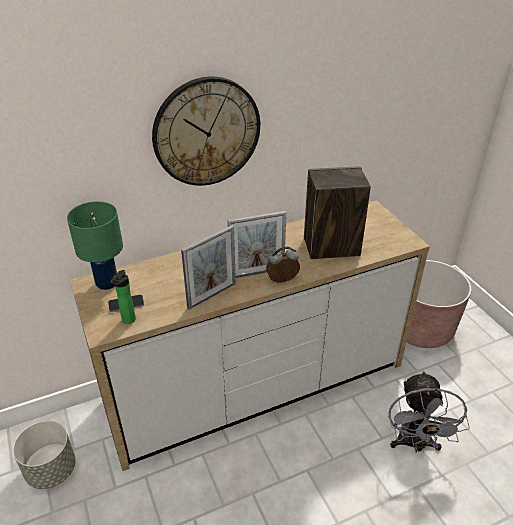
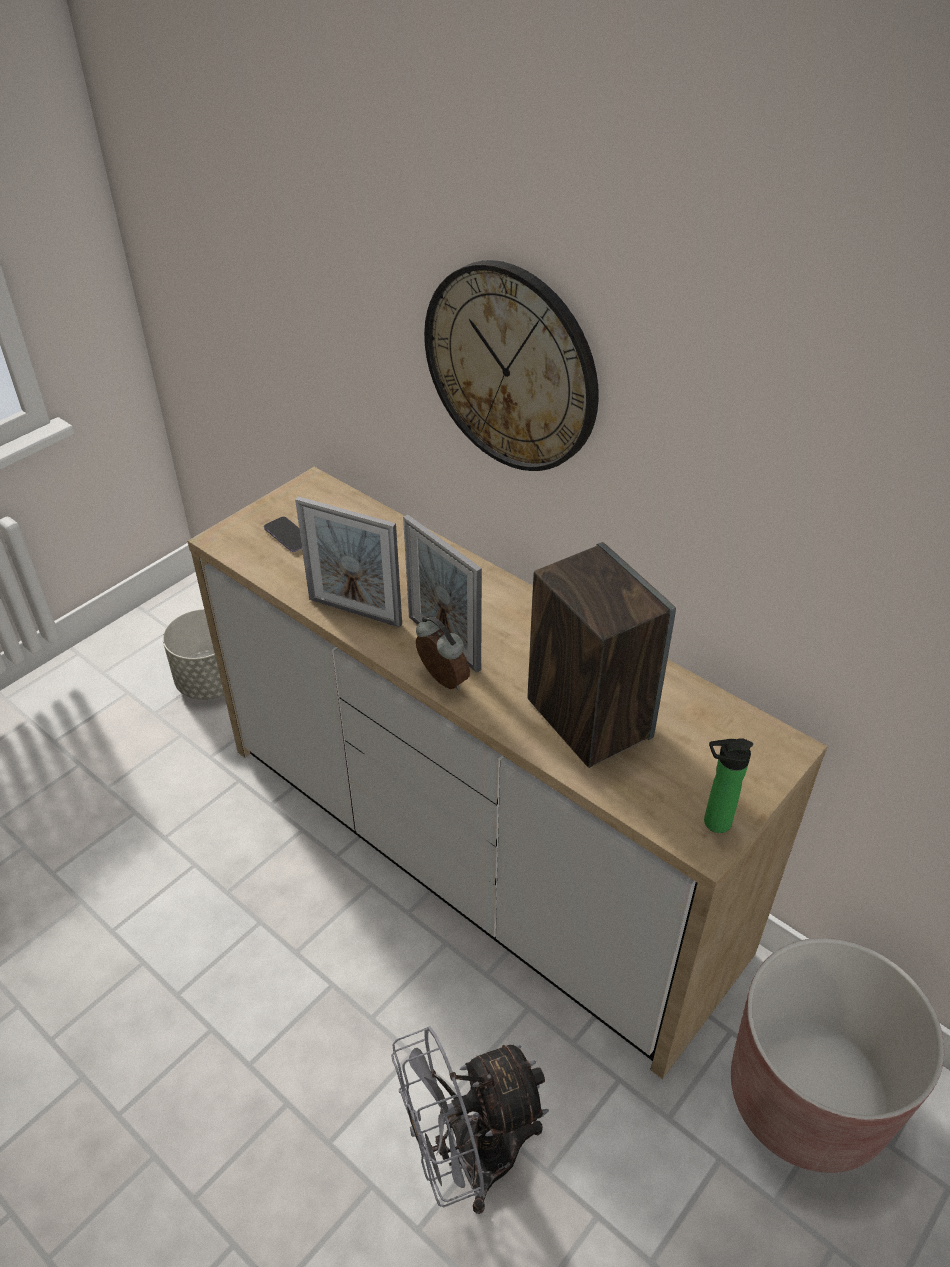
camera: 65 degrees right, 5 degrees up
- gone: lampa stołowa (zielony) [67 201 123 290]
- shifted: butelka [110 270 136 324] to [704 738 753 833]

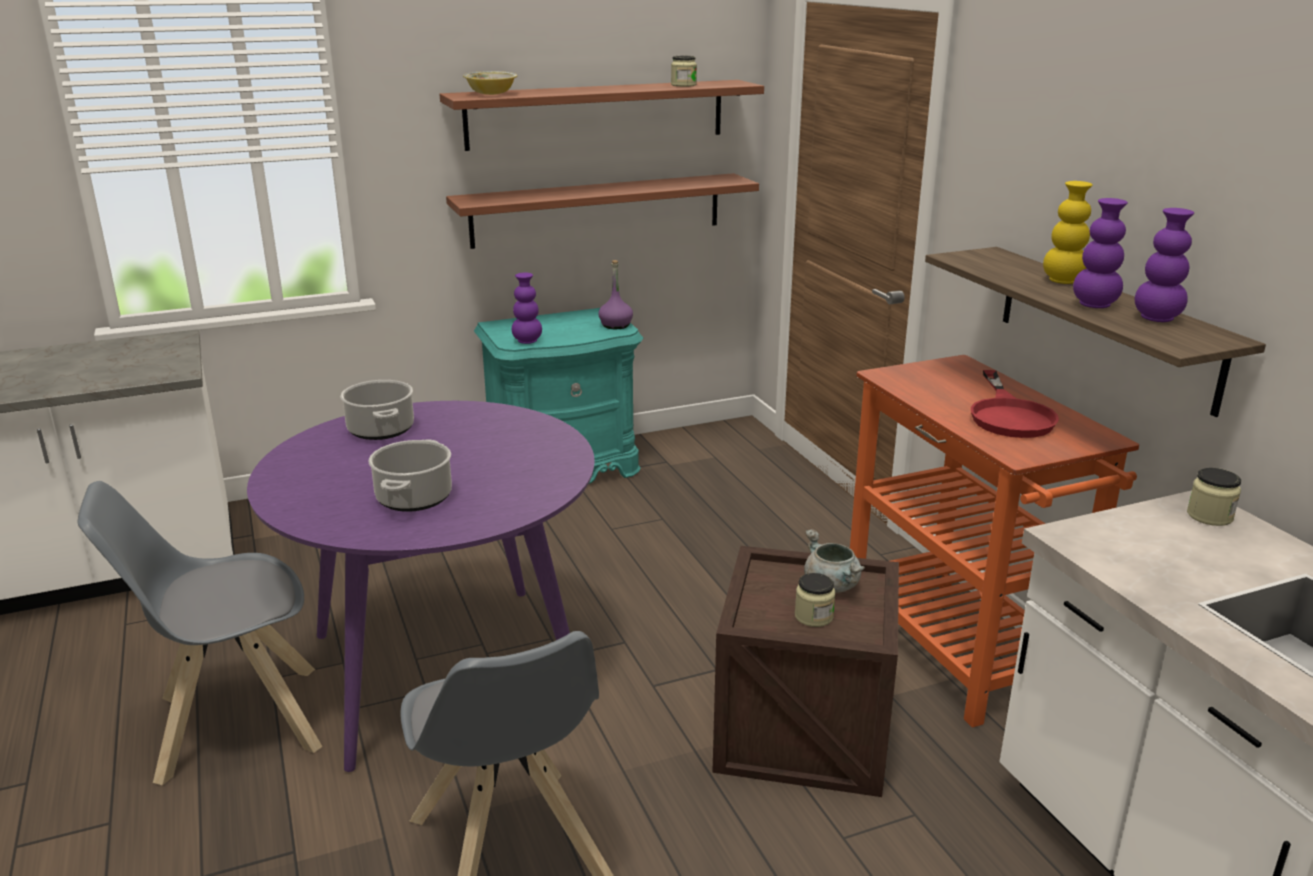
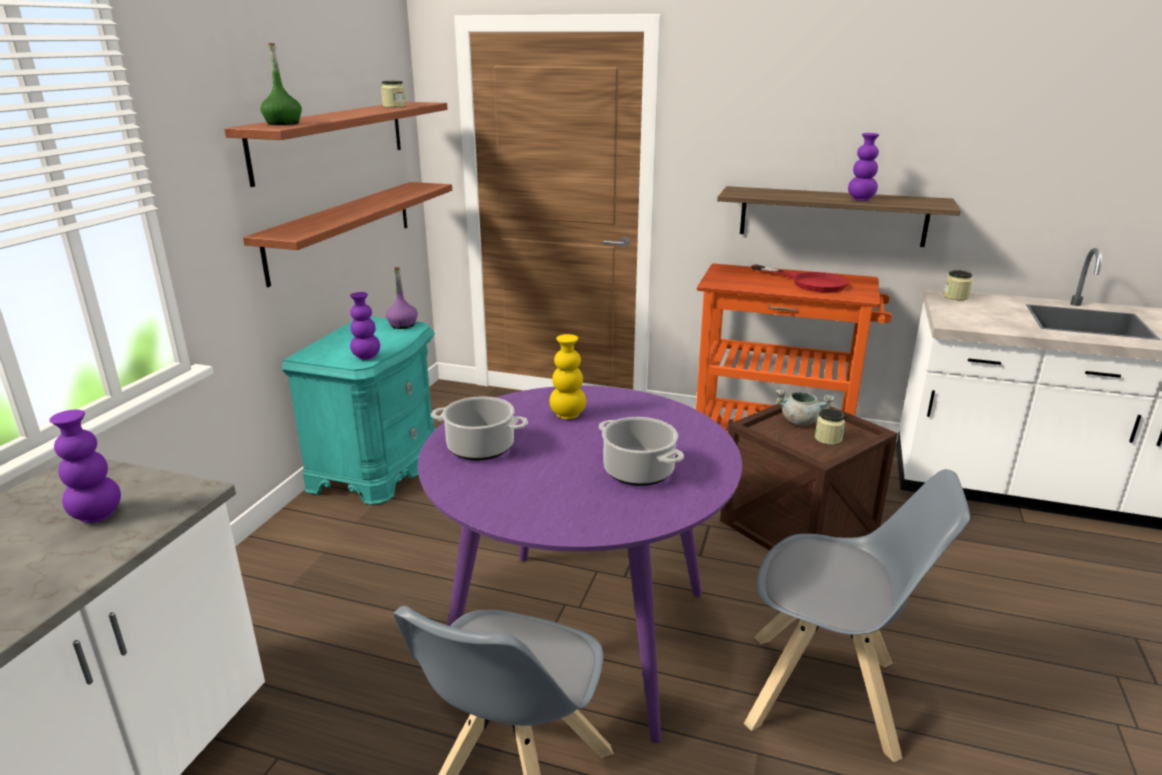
camera: 50 degrees left, 0 degrees up
- swapped: miska [463 71 517 95] to butelka (zielony) [260 43 302 125]
- shifted: wazon (żółty) [1043 181 1093 284] to [549 334 586 419]
- shifted: wazon (fioletowy) [1135 208 1194 322] to [49 410 121 523]

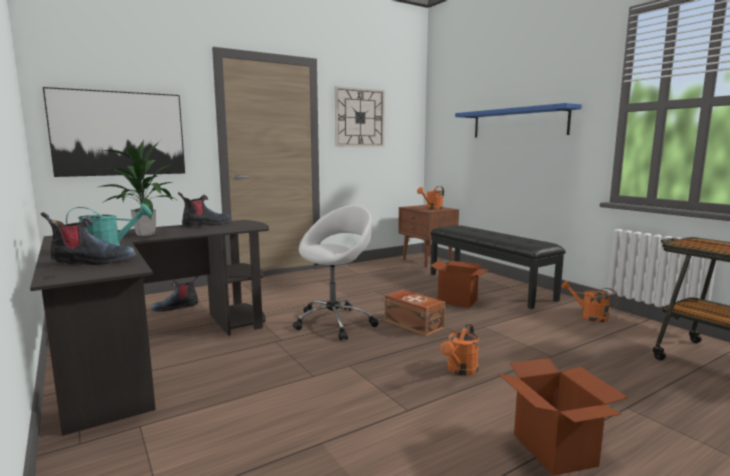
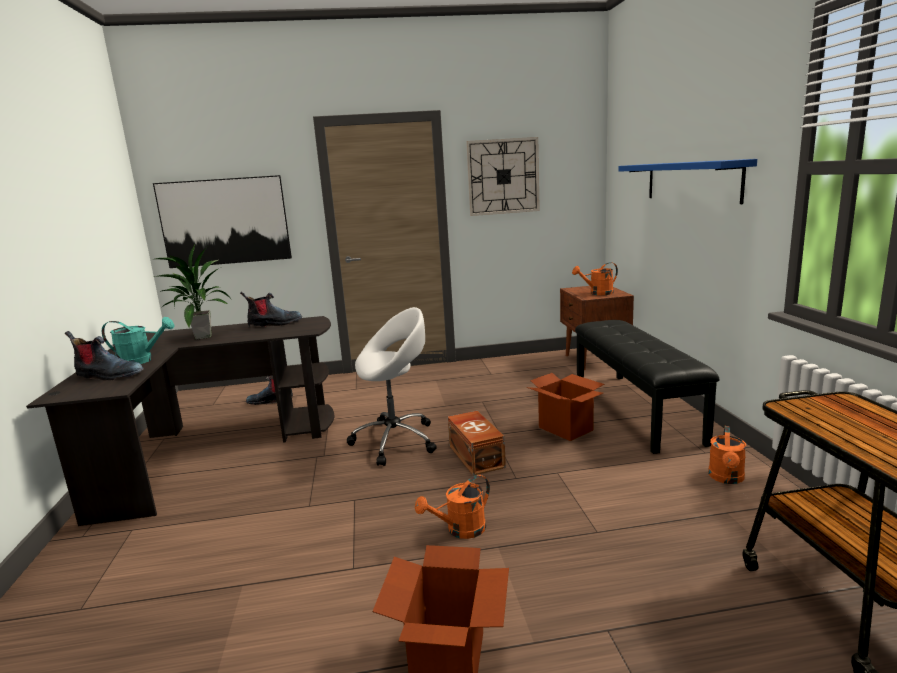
camera: 25 degrees right, 5 degrees up
- rotated: konewka (pomarańczowy) [561 280 618 322] = [708 426 746 484] 135 degrees counterclockwise

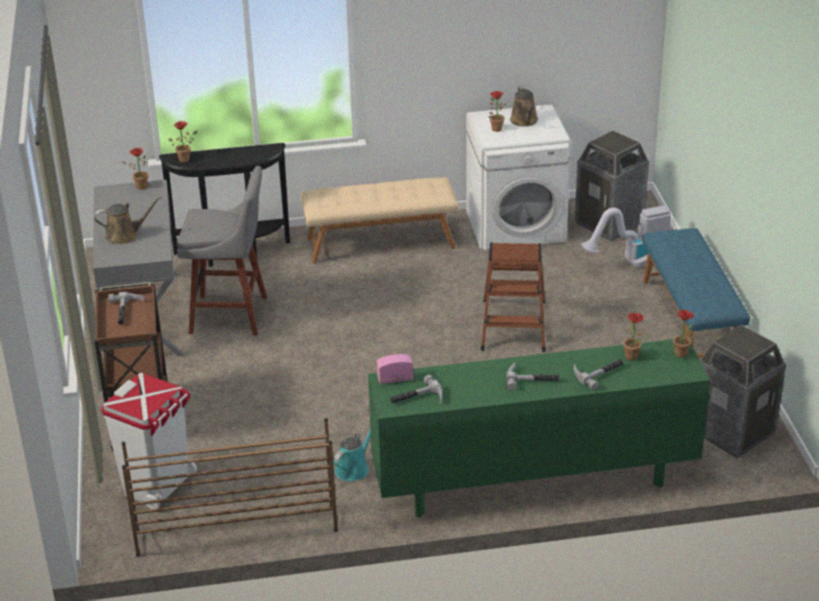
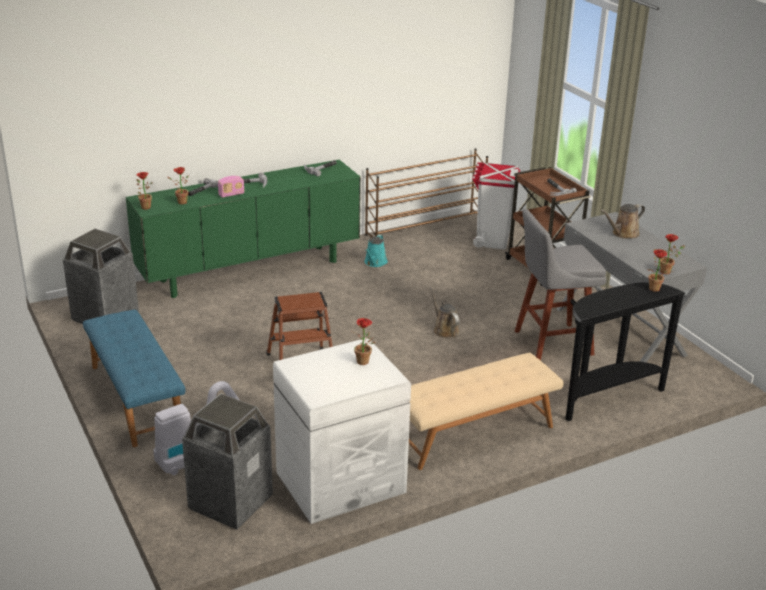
camera: 160 degrees right, 5 degrees down
- shifted: radio [377 354 414 384] to [218 176 244 198]
- shifted: konewka (brązowy) [510 86 538 127] to [430 286 459 338]

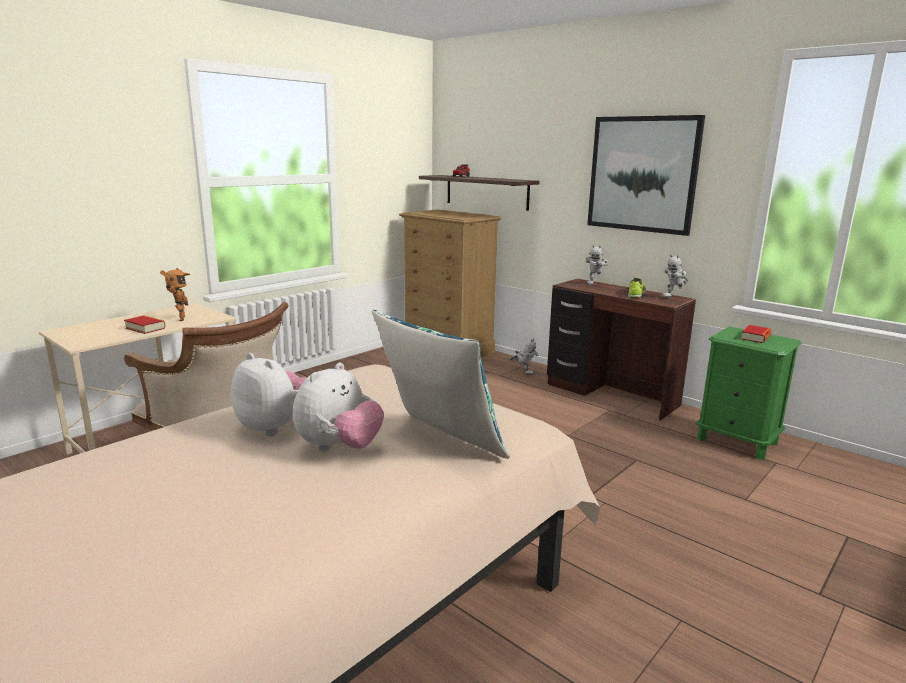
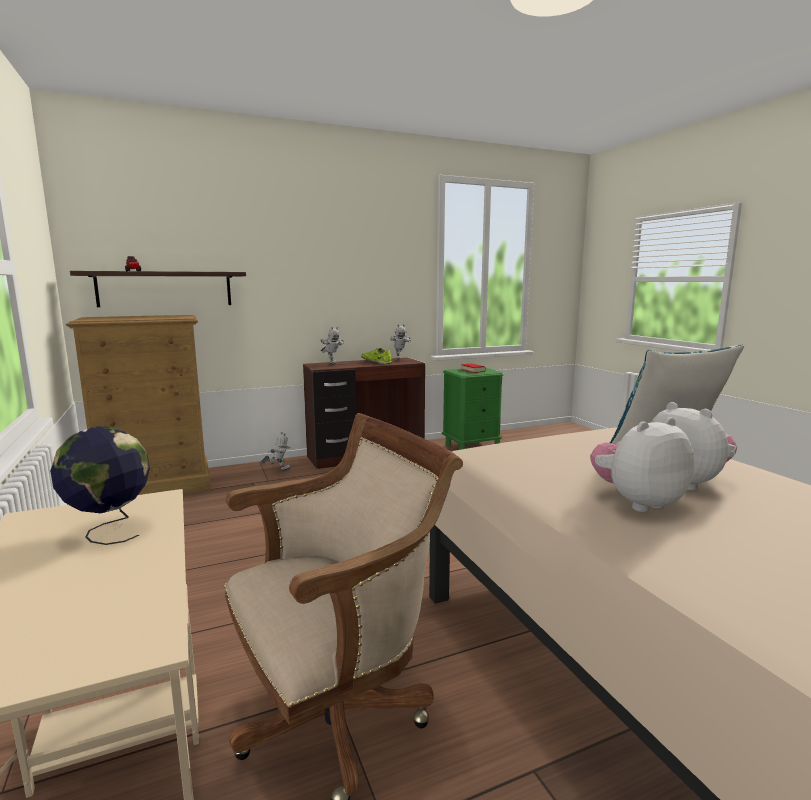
camera: 65 degrees left, 5 degrees down
- gone: książka [124 316 166 334]
- swapped: robot zabawkowy [160 268 190 321] to globus [50 426 150 545]
- gone: obraz [587 115 705 236]

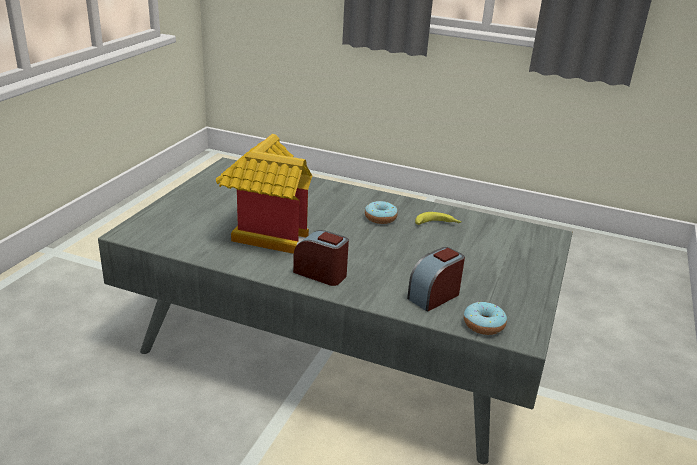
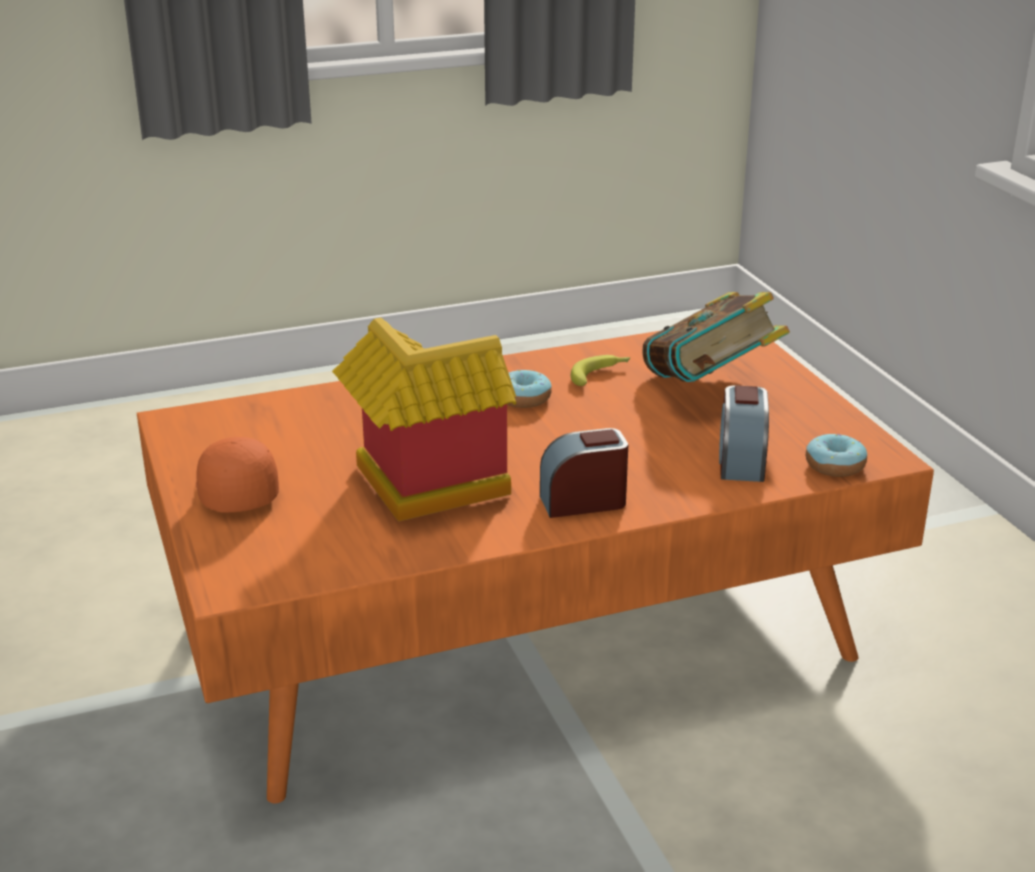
camera: 40 degrees left, 0 degrees up
- repainted: ława (szary) [98 157 573 464] to ława (pomarańczowy) [137 331 934 803]
- new: czapka z daszkiem (pomarańczowy) [196 437 279 513]
- new: książka [642 292 790 382]

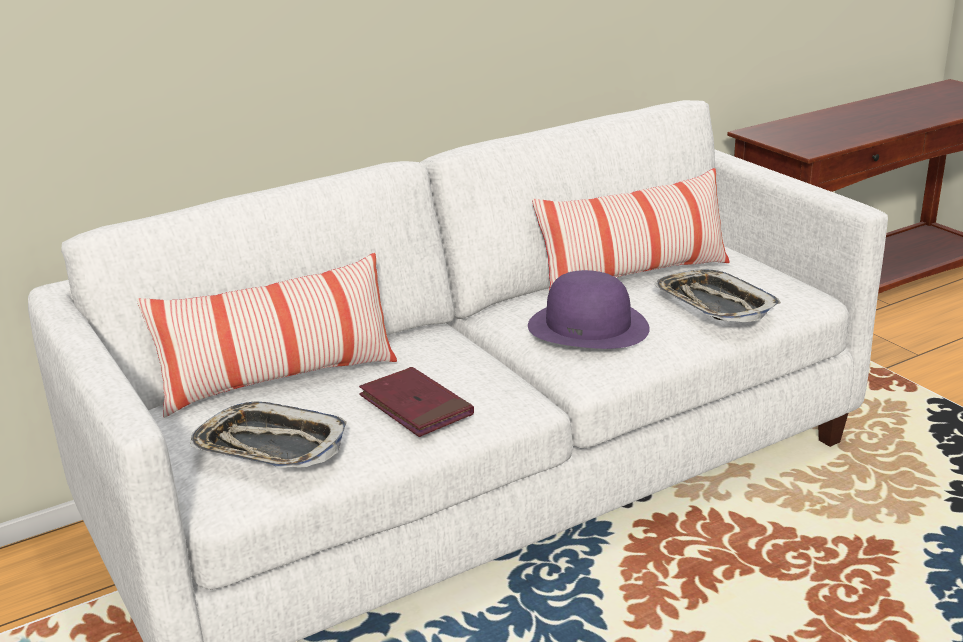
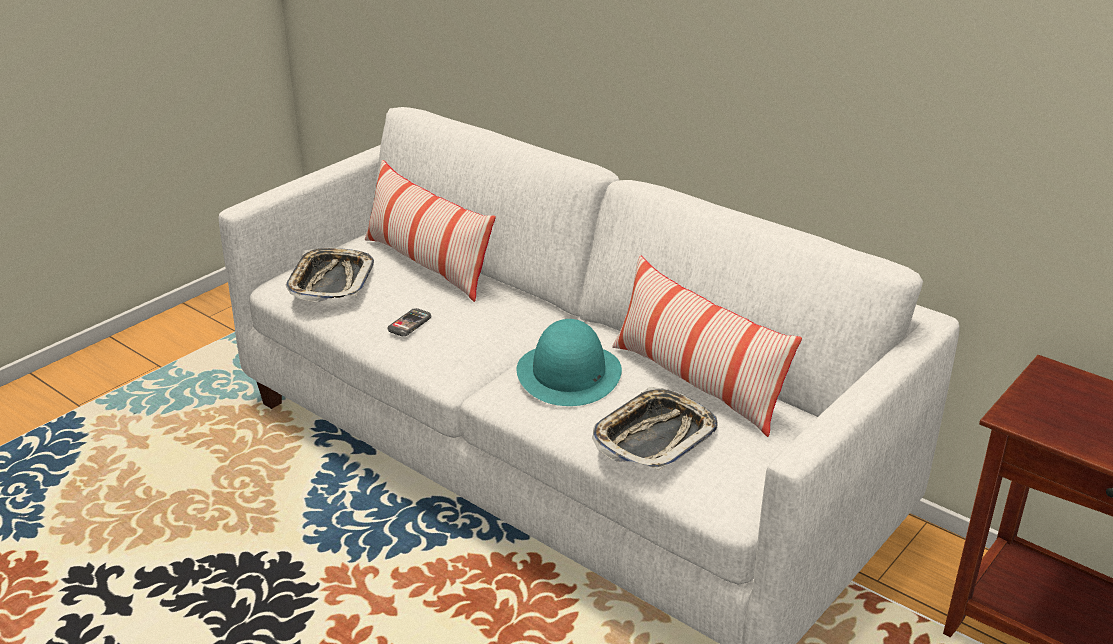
camera: 70 degrees right, 5 degrees up
- swapped: książka (czerwony) [359 367 474 437] to telefon [387 308 432 336]
- repainted: kapelusz (fioletowy) [528 270 650 349] to kapelusz (turkusowy) [517 319 622 406]

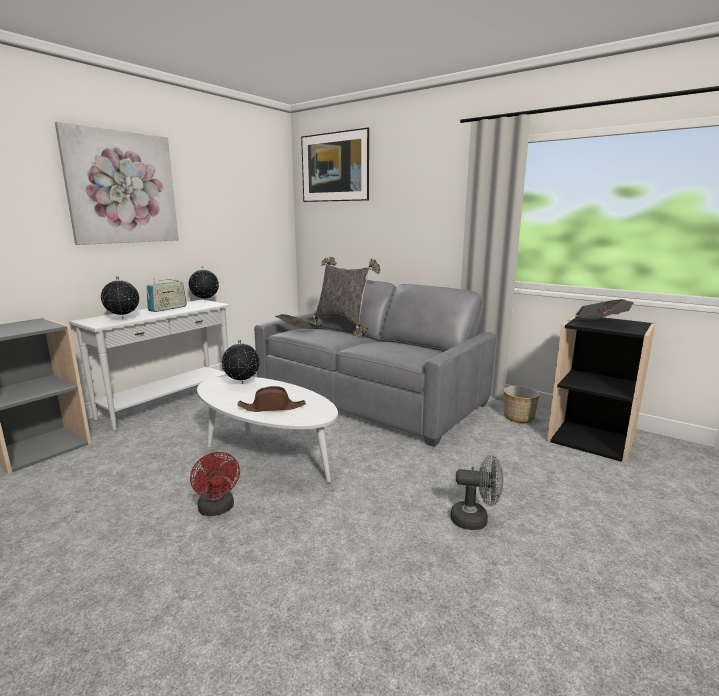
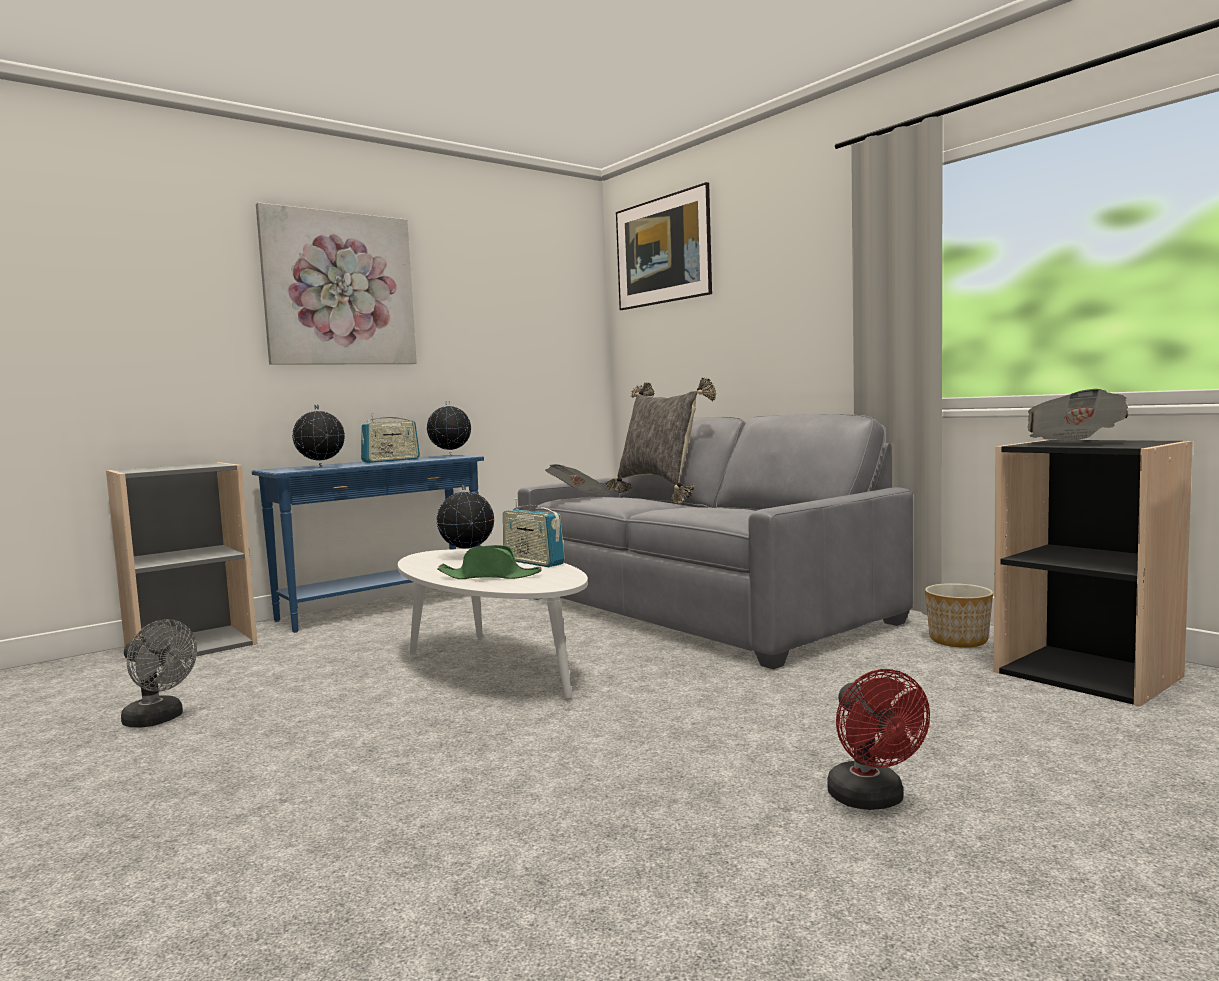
camera: 15 degrees right, 10 degrees down
- repainted: stolik konsolowy (biały) [69 300 230 431] to stolik konsolowy (niebieski) [252 455 484 633]
- shifted: wentylator (czerwony) [190 452 240 516] to [827 669 930 810]
- repainted: kapelusz (brązowy) [237 386 306 412] to kapelusz (zielony) [438 545 542 579]
- shifted: wentylator (szary) [451 455 504 530] to [121 619 197 728]
- new: radio [503 498 565 567]

